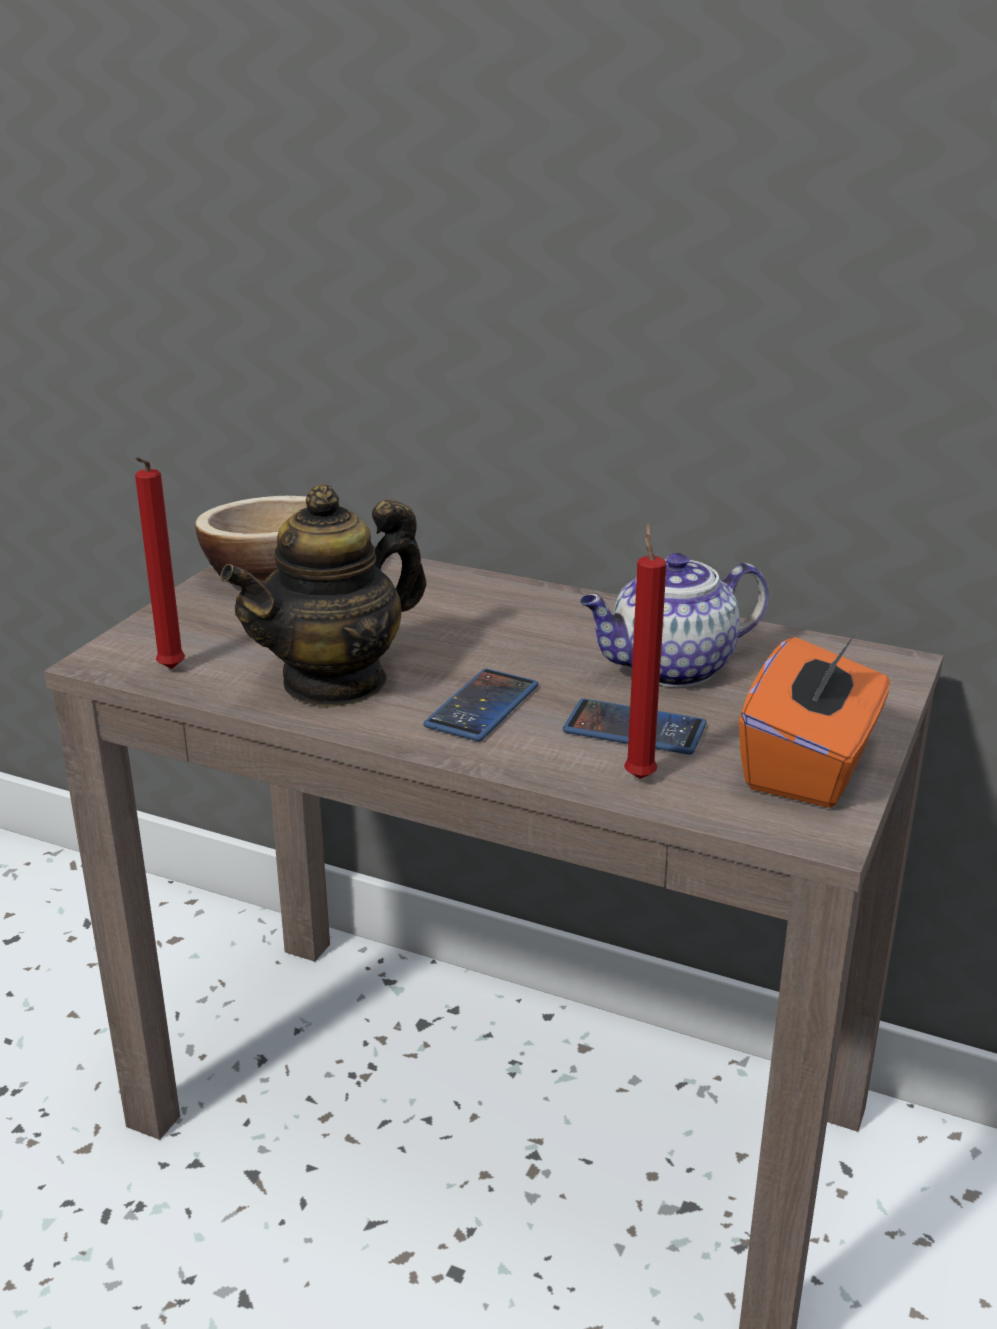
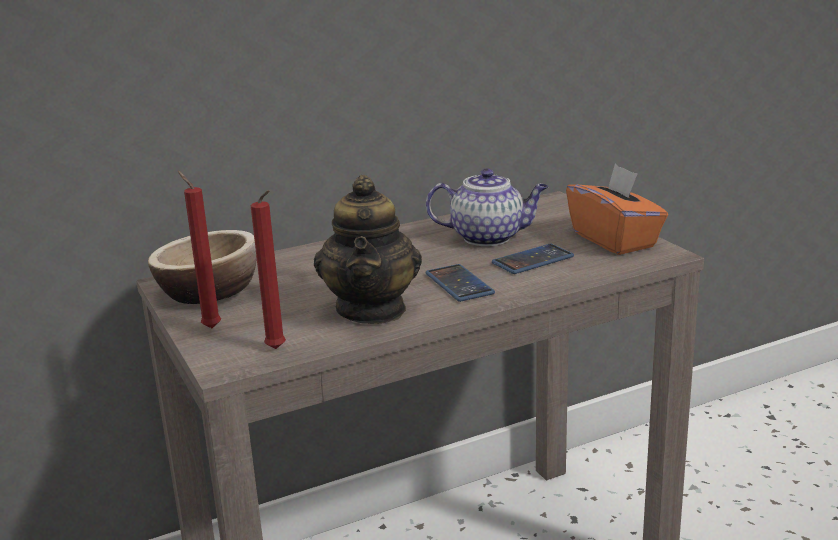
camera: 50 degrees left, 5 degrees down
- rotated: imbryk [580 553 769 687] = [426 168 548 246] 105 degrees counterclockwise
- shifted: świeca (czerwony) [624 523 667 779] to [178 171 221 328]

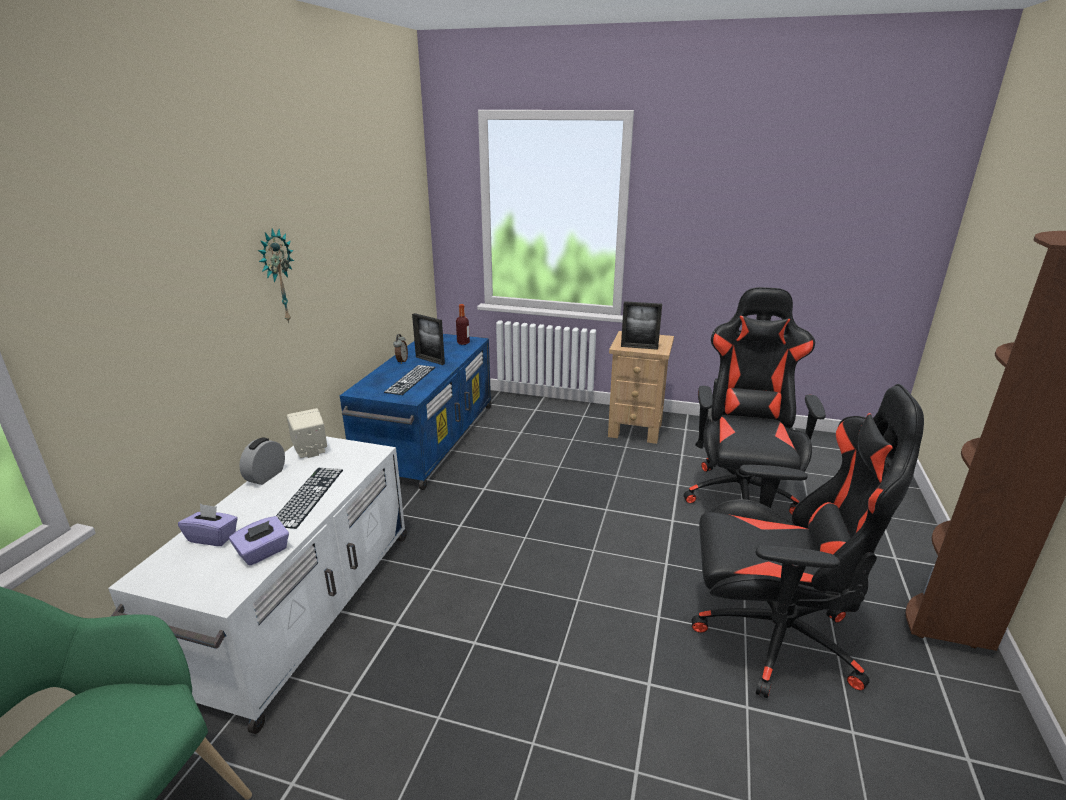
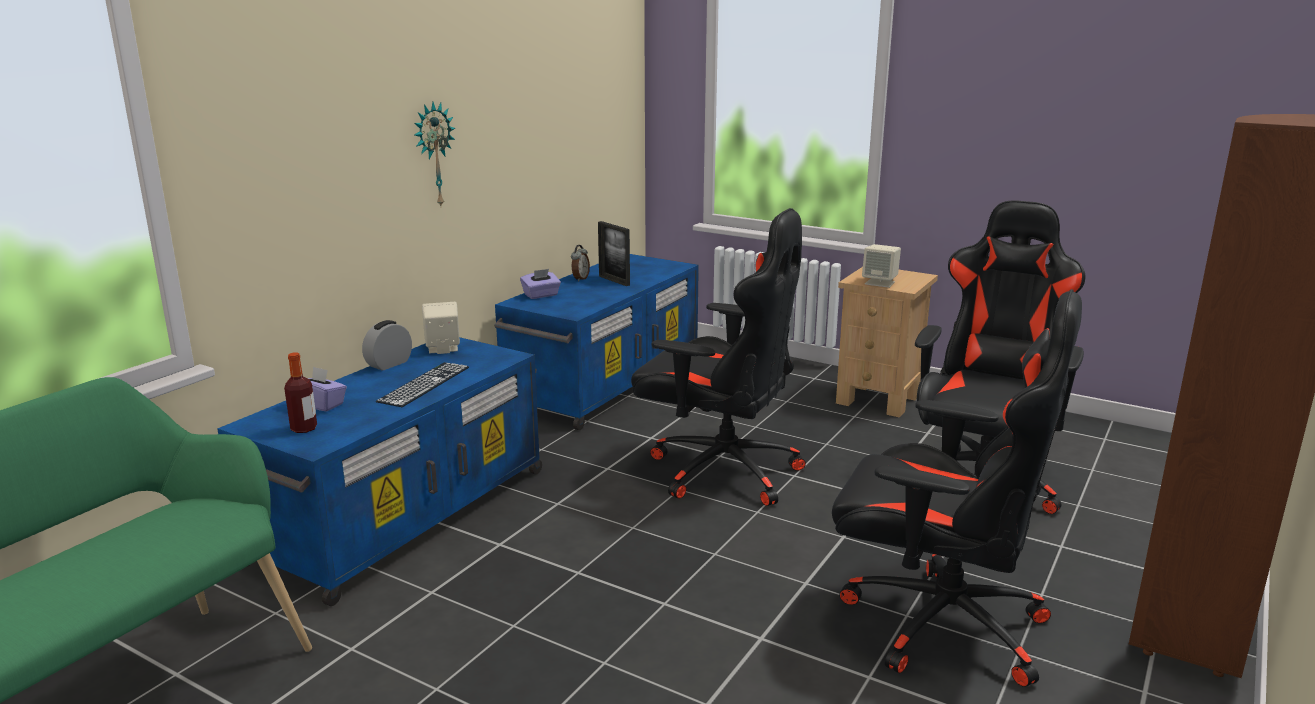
camera: 15 degrees right, 5 degrees down
- repainted: szafka (biały) [108 436 407 734] to szafka (niebieski) [217 337 542 606]
- shifted: pudełko chusteczek (fioletowy) [229 516 289 566] to [520 269 561 299]
- gone: klawiatura [384 365 435 395]
- shifted: butelka [456 304 470 345] to [284 352 317 433]
- swapped: ramka na zdjęcie [621 301 662 350] to głośnik (beżowy) [862 244 901 288]
- new: krzesło biurowe (czarny) [631 208 806 506]

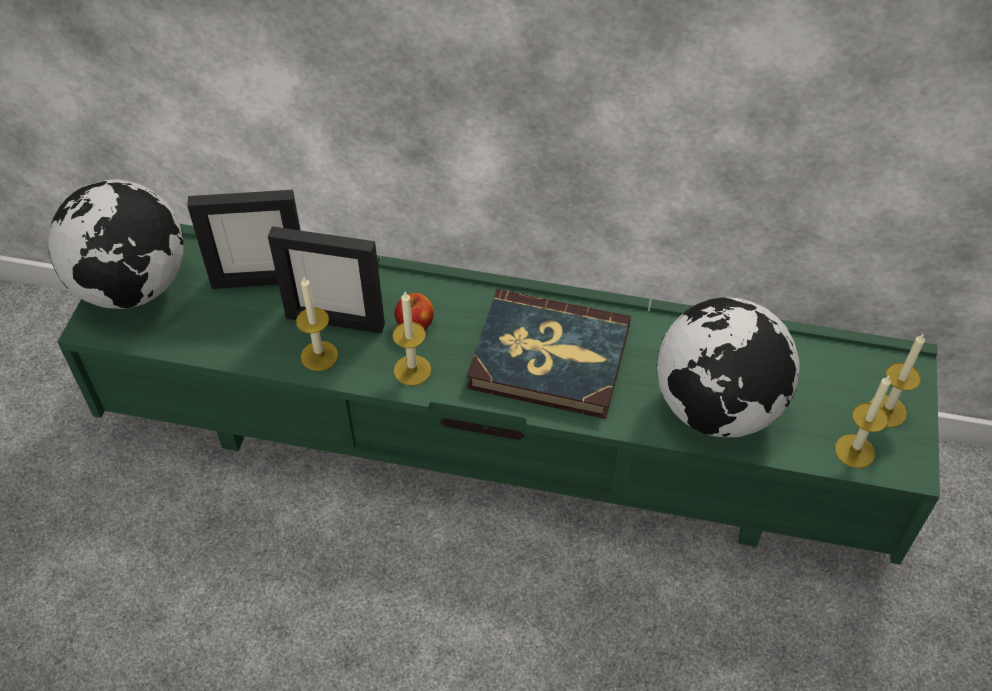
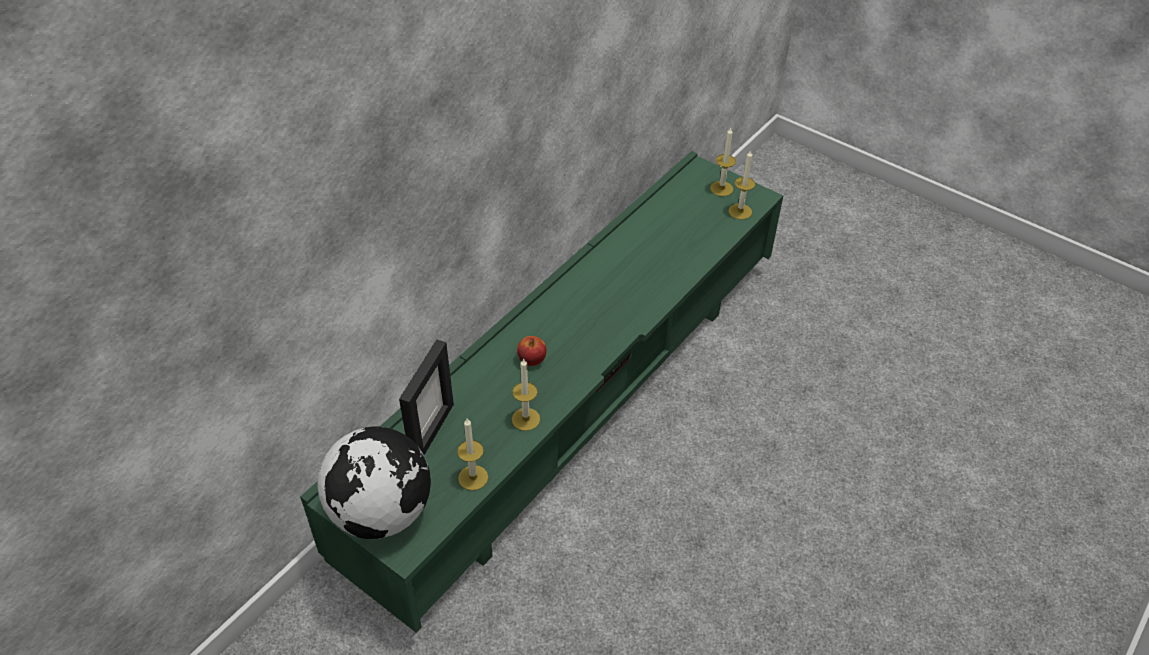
camera: 65 degrees left, 5 degrees down
- gone: ramka na zdjęcie [268 226 385 333]
- shifted: świeca [392 292 431 386] to [457 419 488 491]
- gone: książka [467 289 631 419]
- gone: globus [657 297 800 437]

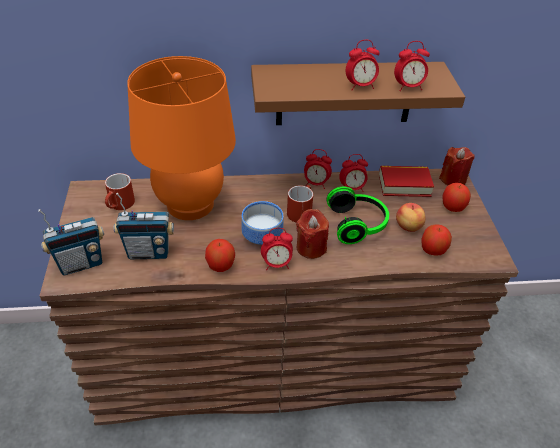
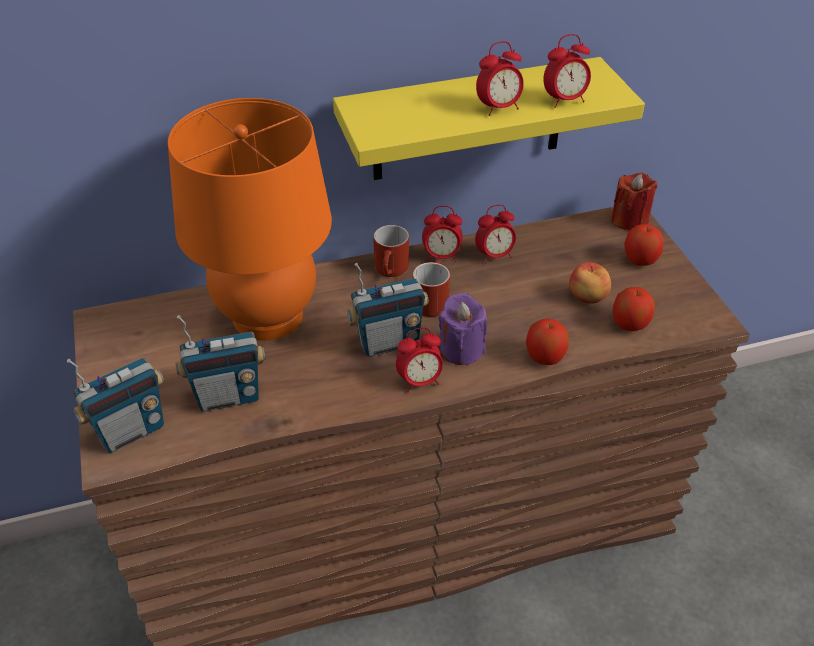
camera: 10 degrees left, 0 degrees up
- shifted: kubek (czerwony) [105 173 135 210] to [373 225 409 277]
- shifted: jabłko [205 239 235 272] to [526 319 569 365]
- swapped: miska [241 201 283 245] to radio [347 263 429 357]
- repainted: półka (brązowy) [251 62 465 125] to półka (żółty) [333 57 645 180]
- repainted: świeca (czerwony) [296 209 329 259] to świeca (fioletowy) [438 293 487 365]
- gone: słuchawki [327 186 389 244]
- gone: książka [379 166 434 197]

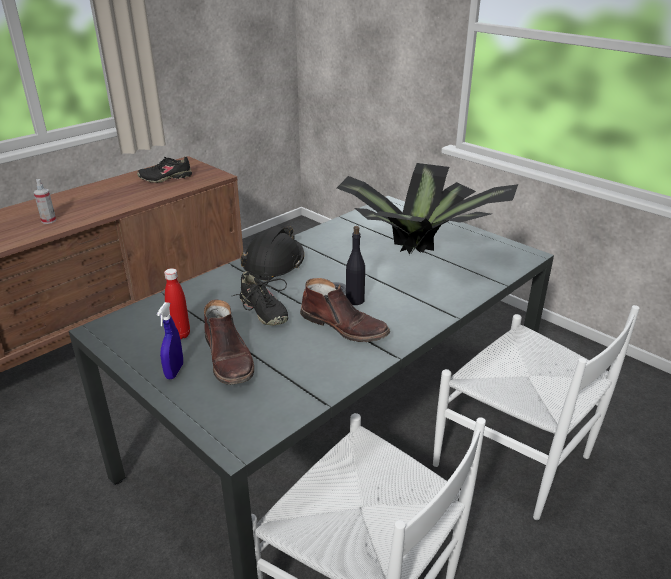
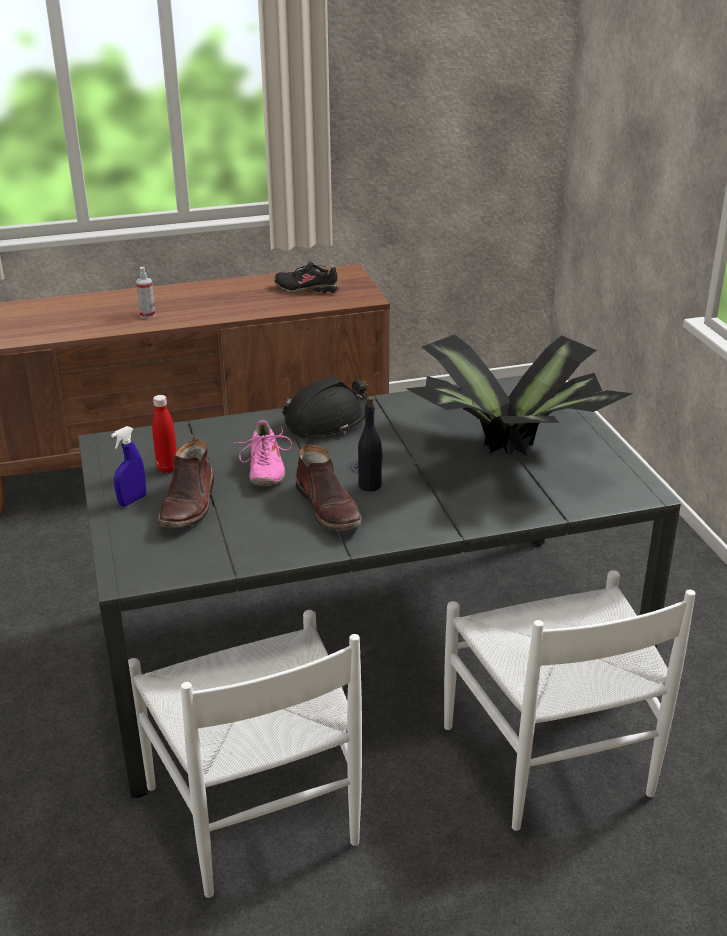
camera: 30 degrees right, 0 degrees up
- repainted: but (czarny) [231 271 288 326] to but (różowy) [234 420 292 486]

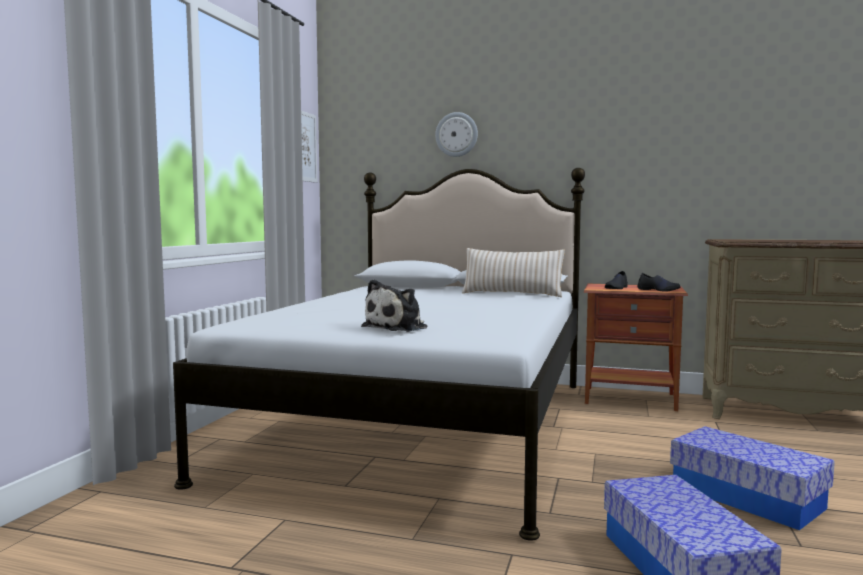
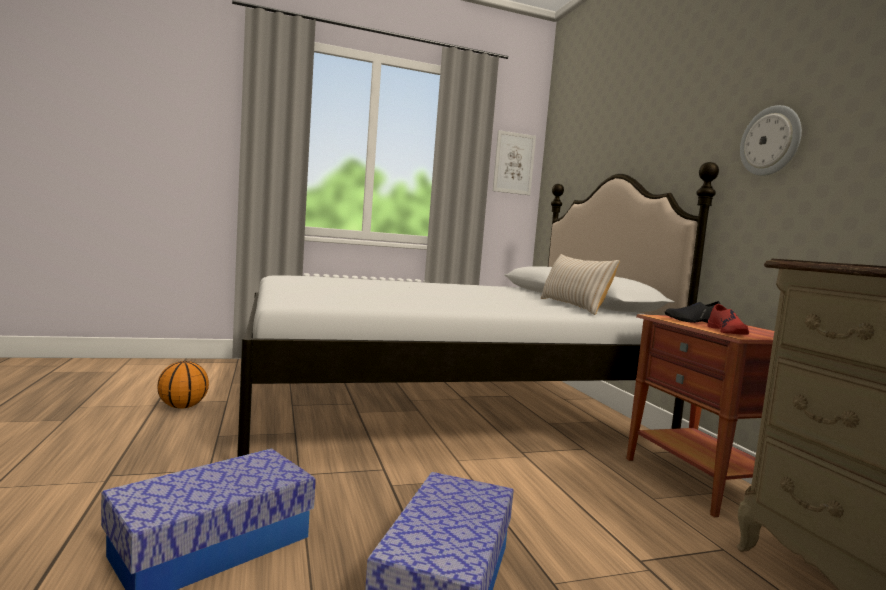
camera: 55 degrees right, 0 degrees up
- gone: pluszak [361 279 428 332]
- shifted: zegar ścienny [435 112 478 157] to [740 105 802 176]
- repainted: but (czarny) [637 273 681 292] to but (czerwony) [707 304 749 335]
- new: piłka do koszykówki [157 361 209 409]

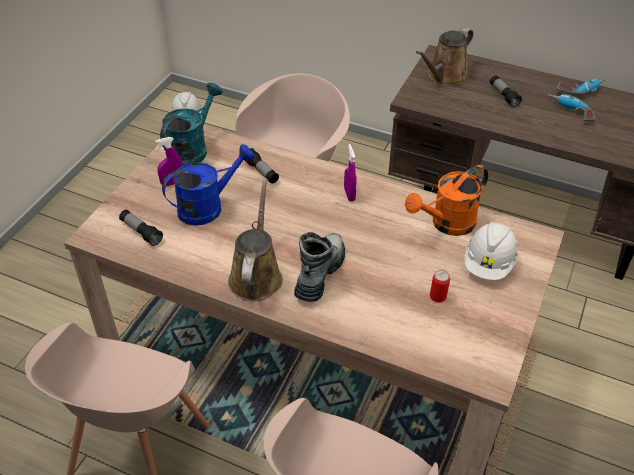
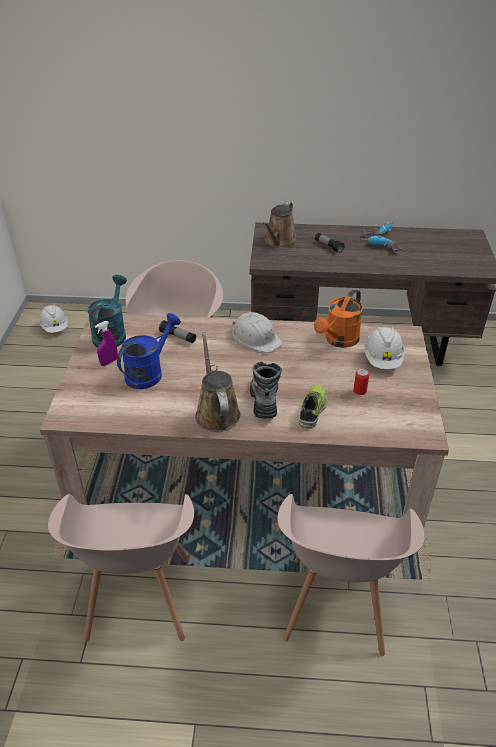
camera: 20 degrees left, 5 degrees down
- gone: latarka [119 210 163 246]
- swapped: spryskiwacz (fioletowy) [344 144 357 201] to kask (biały) [232 312 283 353]
- new: but [299 384 327 428]

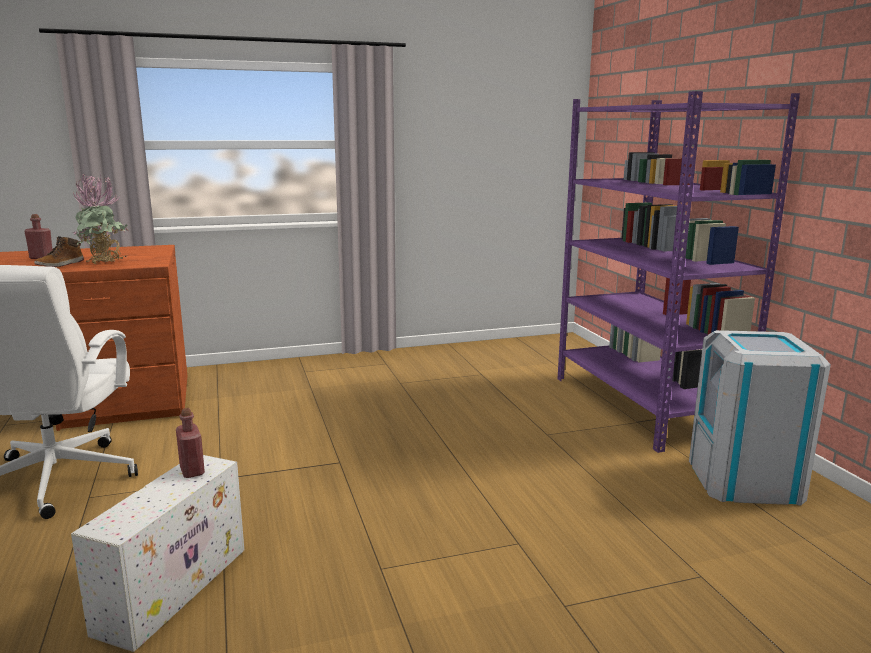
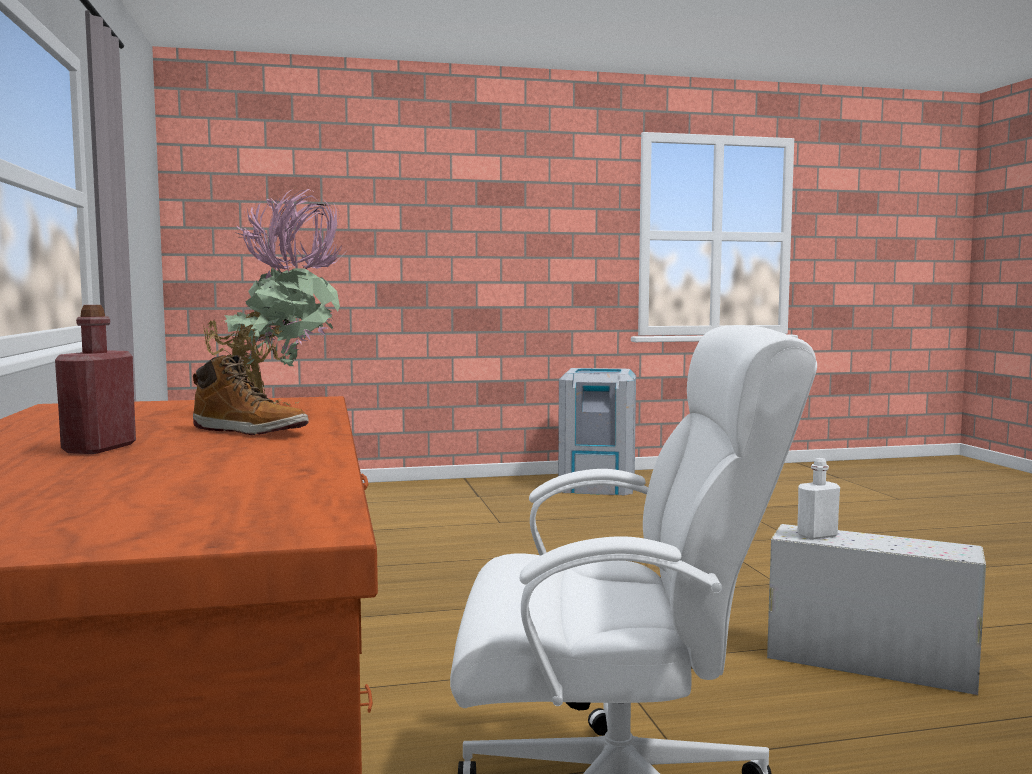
camera: 85 degrees left, 10 degrees down
- repainted: butelka (czerwony) [176 408 205 478] to butelka (biały) [797 458 840 540]
- gone: regał (fioletowy) [558 91 800 453]

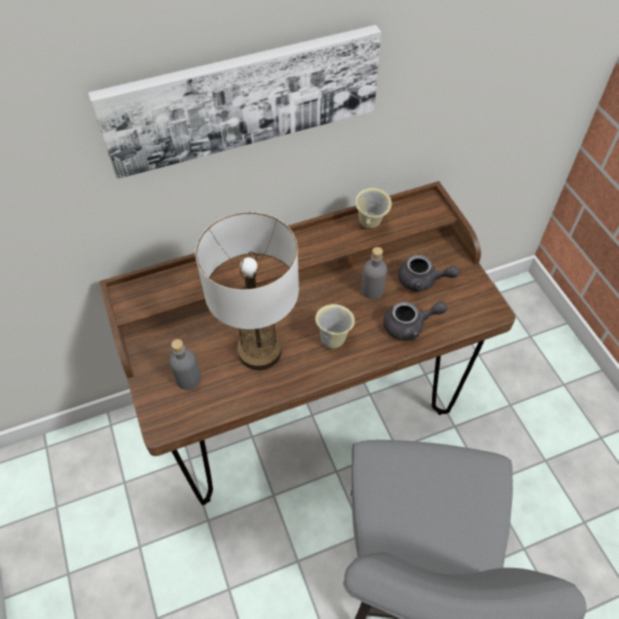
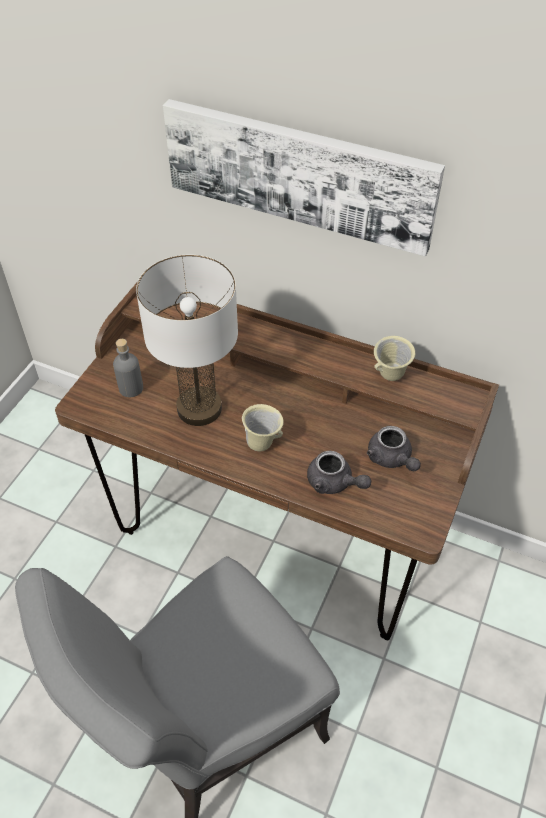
camera: 45 degrees right, 5 degrees down
- gone: butelka (szary) [361 247 387 299]

